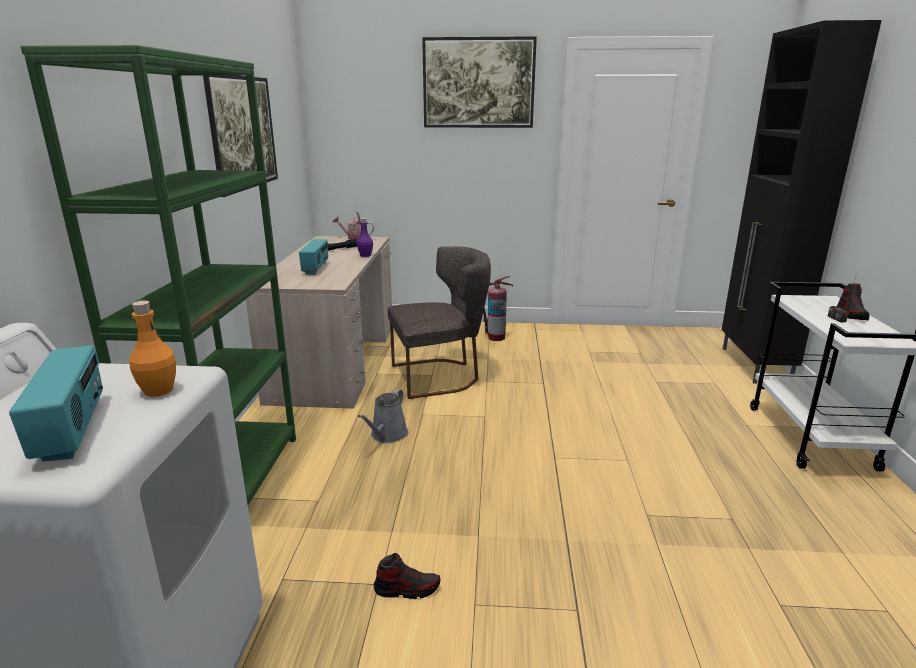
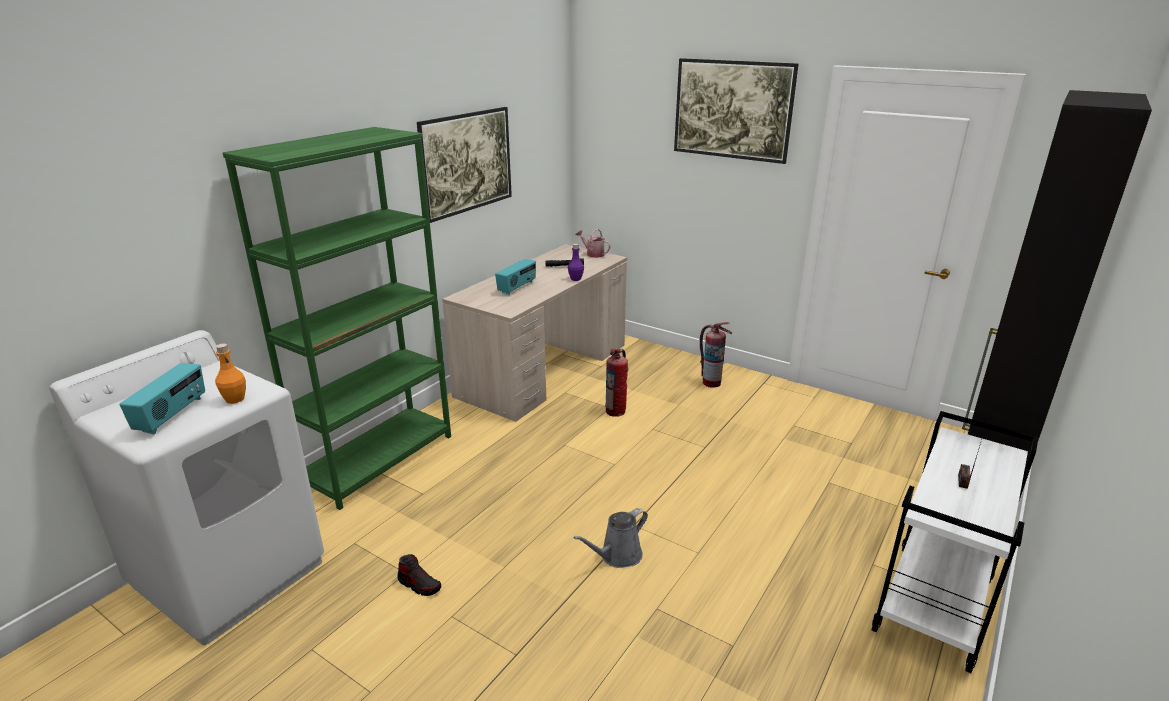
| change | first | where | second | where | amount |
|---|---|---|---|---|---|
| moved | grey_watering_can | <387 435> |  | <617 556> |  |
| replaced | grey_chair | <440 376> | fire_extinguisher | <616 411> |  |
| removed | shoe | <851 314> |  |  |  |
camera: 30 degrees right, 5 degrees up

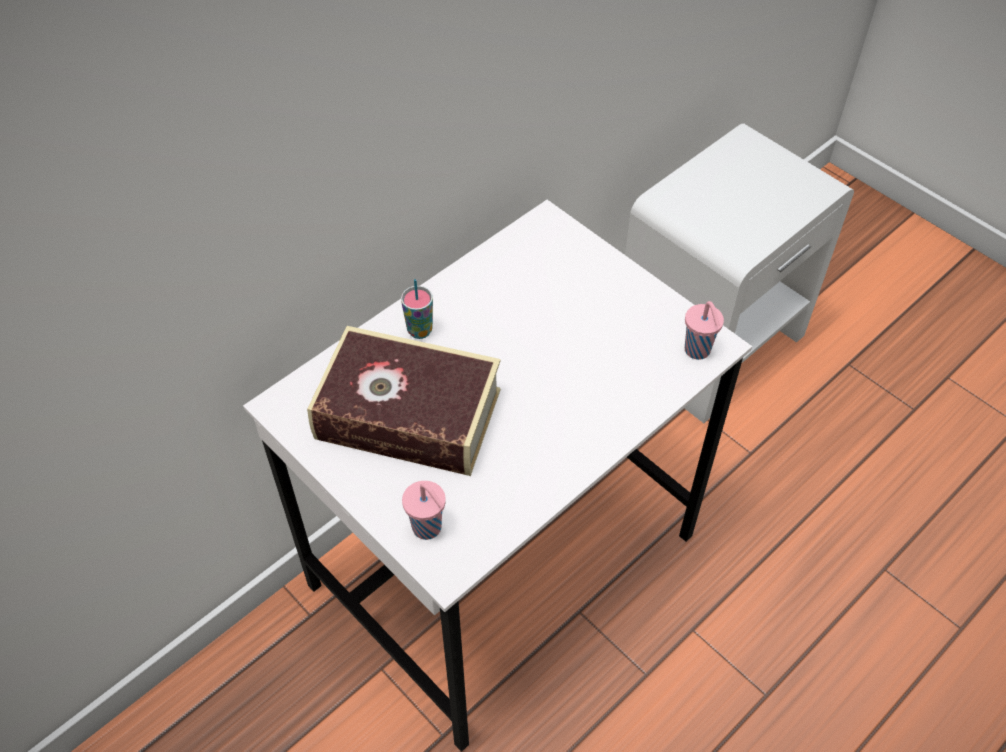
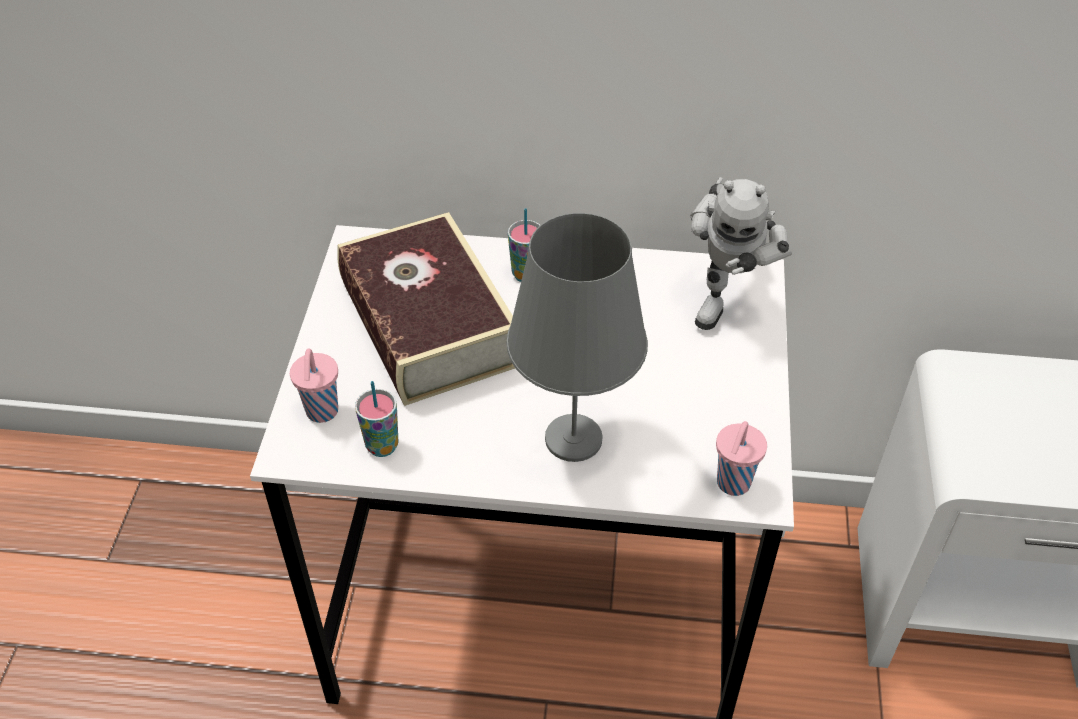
| change | first | where | second | where | amount |
|---|---|---|---|---|---|
| added |  |  | cup | <382 446> |  |
| added |  |  | grey_table_lamp | <574 438> |  |
| added |  |  | toy_robot | <727 298> |  |
camera: 50 degrees right, 5 degrees down

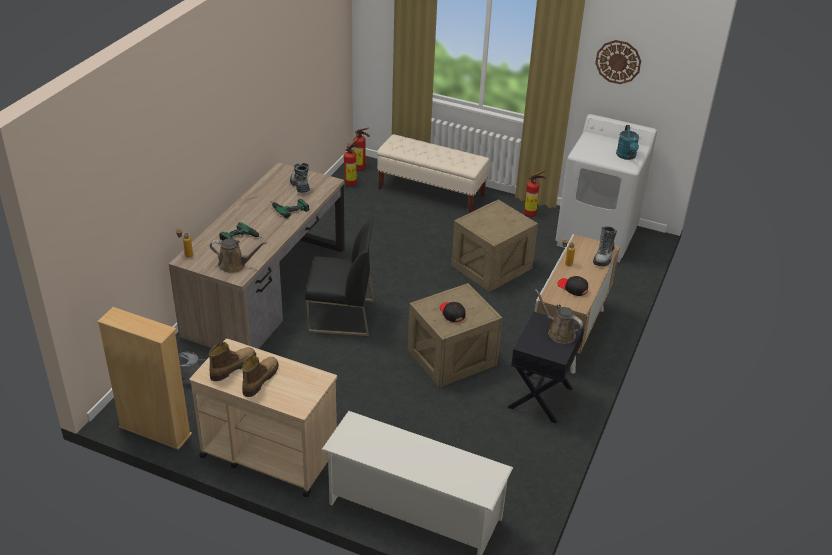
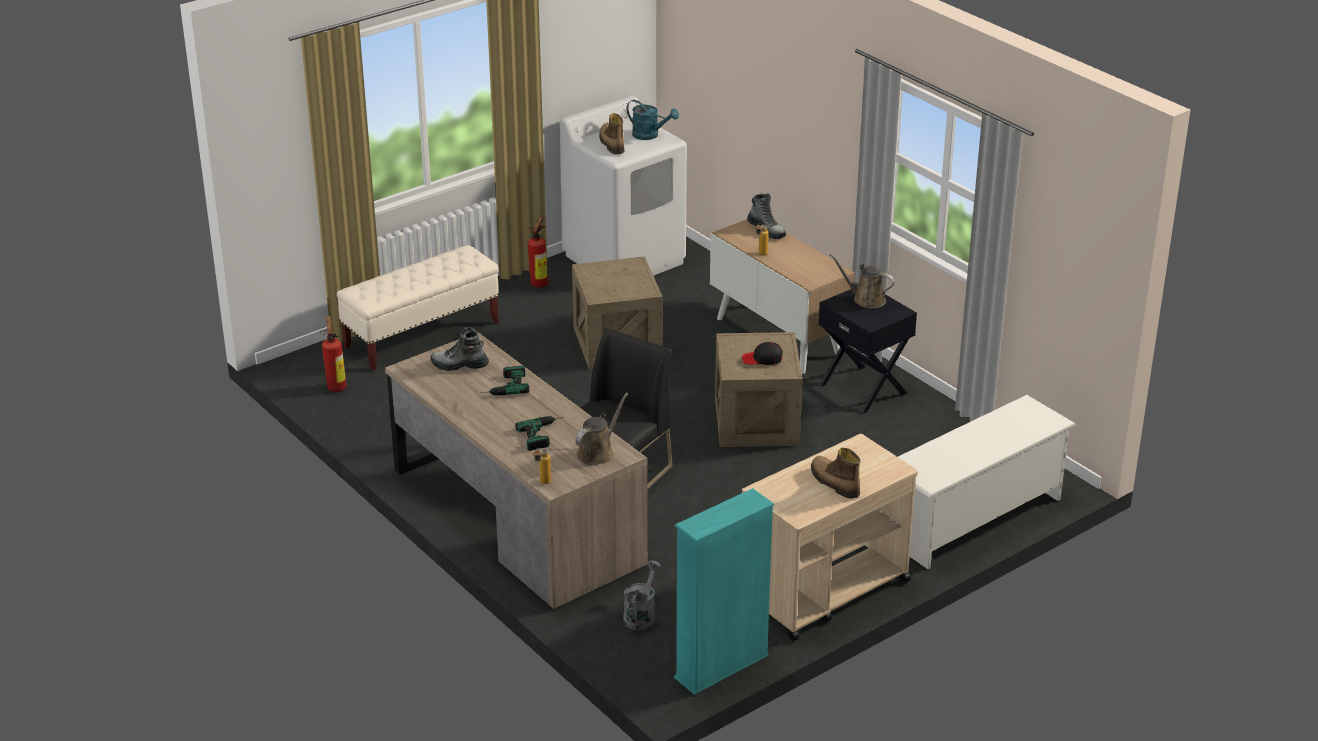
| change | first | where | second | where | amount |
|---|---|---|---|---|---|
| recoloured | beige_bookcase | <155 431> | turquoise_bookcase | <721 667> |  |
| moved | boot | <232 367> |  | <611 144> |  |
| removed | fire_extinguisher | <361 169> |  |  |  |
| turned | brown_watering_can | <559 333> |  | <866 299> | 45 degrees clockwise |
| removed | black_cap | <572 288> |  |  |  |
| removed | wall_clock | <618 62> |  |  |  |
camera: 60 degrees left, 5 degrees down

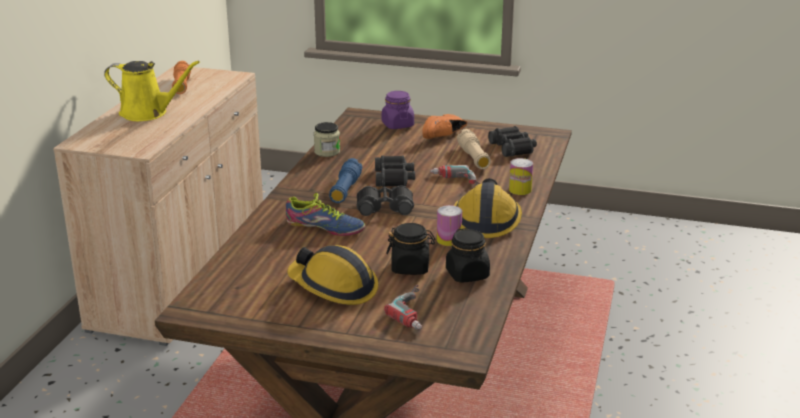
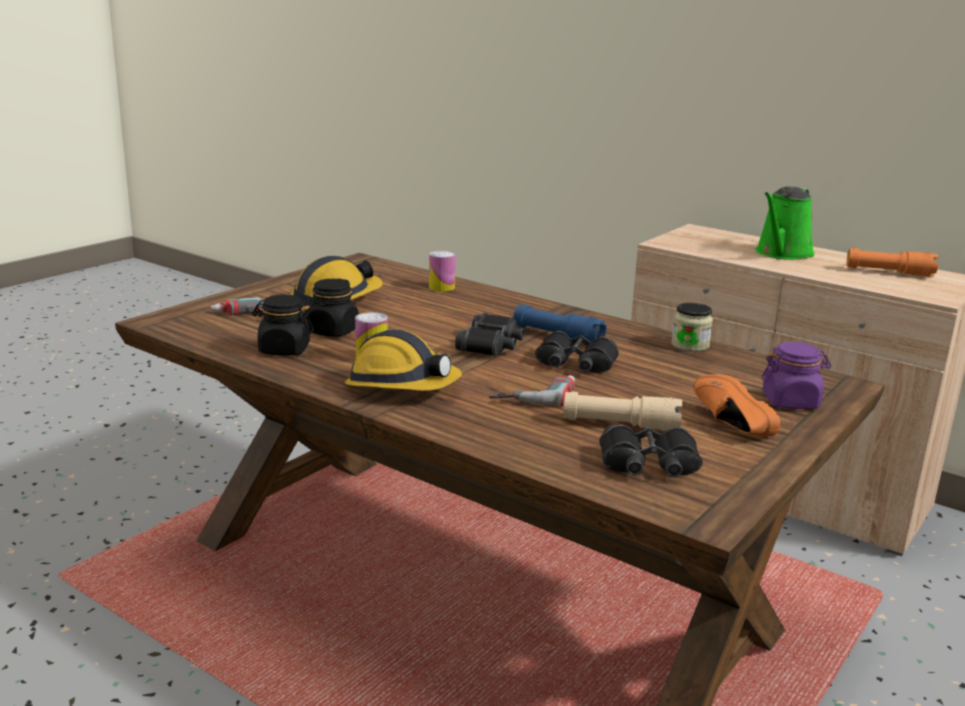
| change | first | where | second | where | amount |
|---|---|---|---|---|---|
| recoloured | yellow_watering_can | <148 113> | green_watering_can | <782 253> |  |
| removed | shoe | <325 227> |  |  |  |
| moved | can | <520 190> |  | <441 287> |  |
camera: 110 degrees right, 5 degrees down

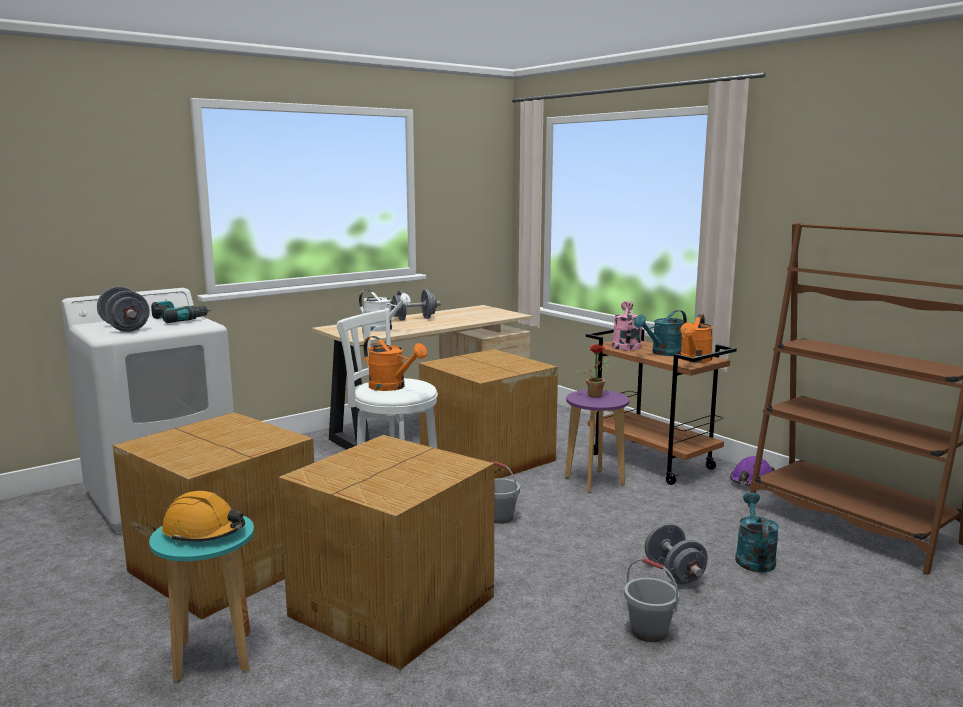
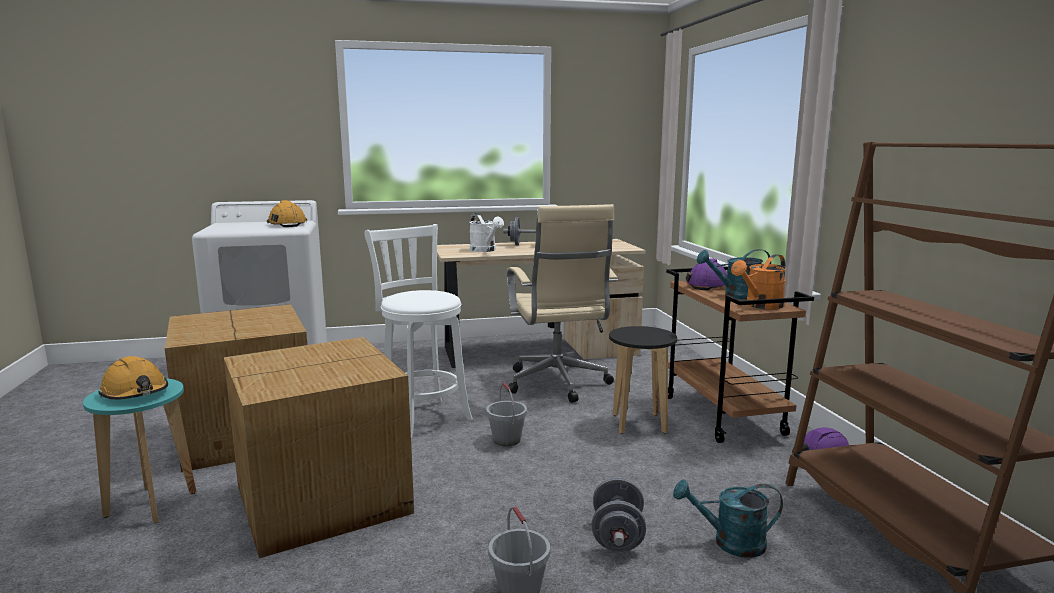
| change | first | where | second | where | amount |
|---|---|---|---|---|---|
| removed | grey_dumbbell | <125 328> |  |  |  |
| replaced | power_drill | <179 319> | orange_hard_hat | <287 224> |  |
| removed | orange_watering_can | <392 387> |  |  |  |
| replaced | cardboard_box | <487 459> | beige_office_chair | <558 385> |  |
| recoloured | purple_stool | <594 481> | black_stool | <639 424> |  |
| removed | potted_plant | <595 395> |  |  |  |
| replaced | pink_watering_can | <626 345> | purple_hard_hat | <708 285> |  |
| turned | turquoise_watering_can | <753 558> |  | <730 543> | 120 degrees counterclockwise |
camera: 25 degrees right, 0 degrees up

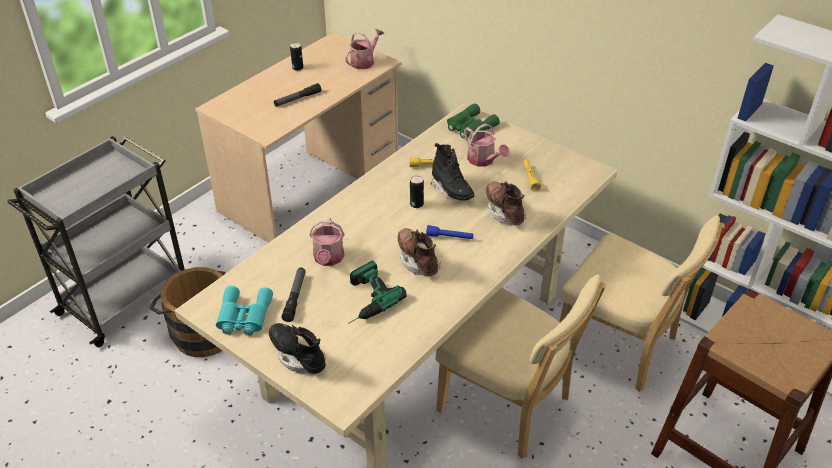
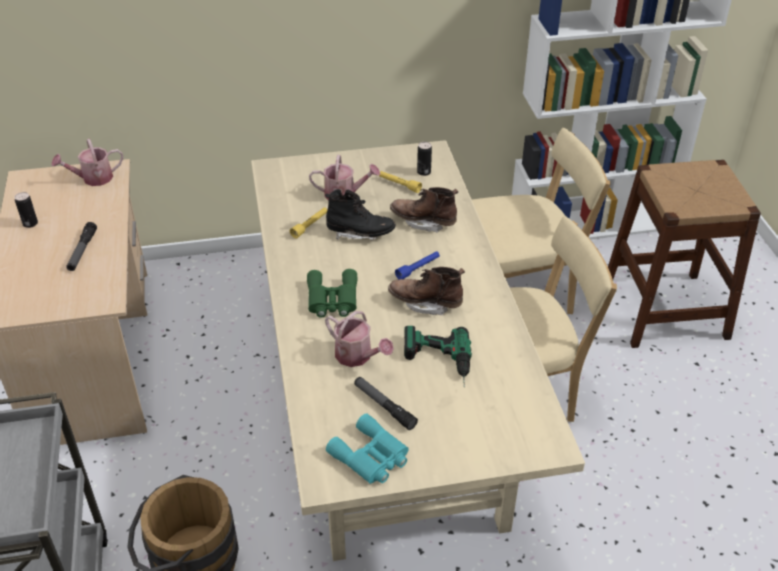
| change | first | where | second | where | amount |
|---|---|---|---|---|---|
| removed | black_boot | <298 356> |  |  |  |
| turned | watering_can | <364 61> |  | <93 178> | 105 degrees counterclockwise |
| moved | can | <416 204> |  | <424 172> |  |
| moved | green_binoculars | <470 127> |  | <332 299> |  |
camera: 50 degrees left, 0 degrees up

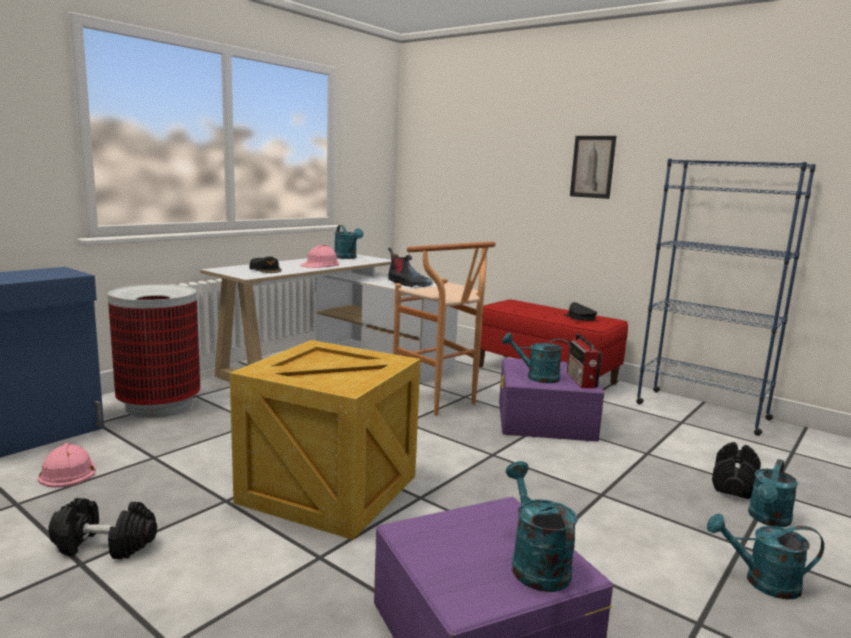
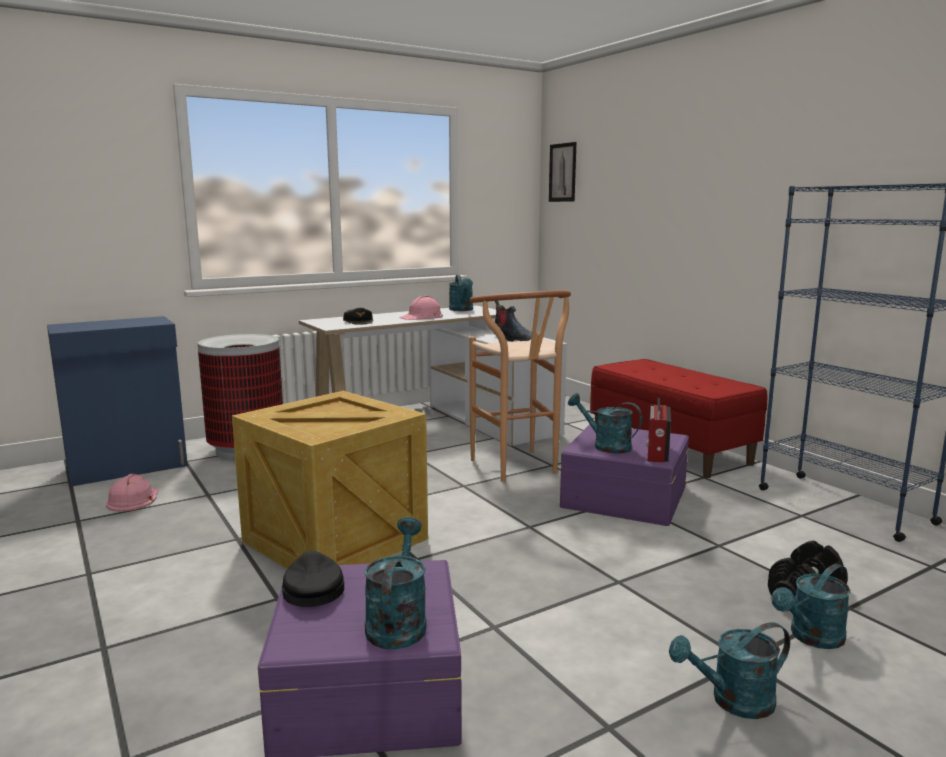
| change | first | where | second | where | amount |
|---|---|---|---|---|---|
| removed | black_dumbbell | <104 545> |  |  |  |
| moved | black_cap | <579 317> |  | <312 589> |  |
| moved | picture | <592 167> |  | <562 172> |  |
| turned | turquoise_watering_can | <762 582> |  | <733 702> | 45 degrees counterclockwise |
camera: 20 degrees right, 0 degrees up

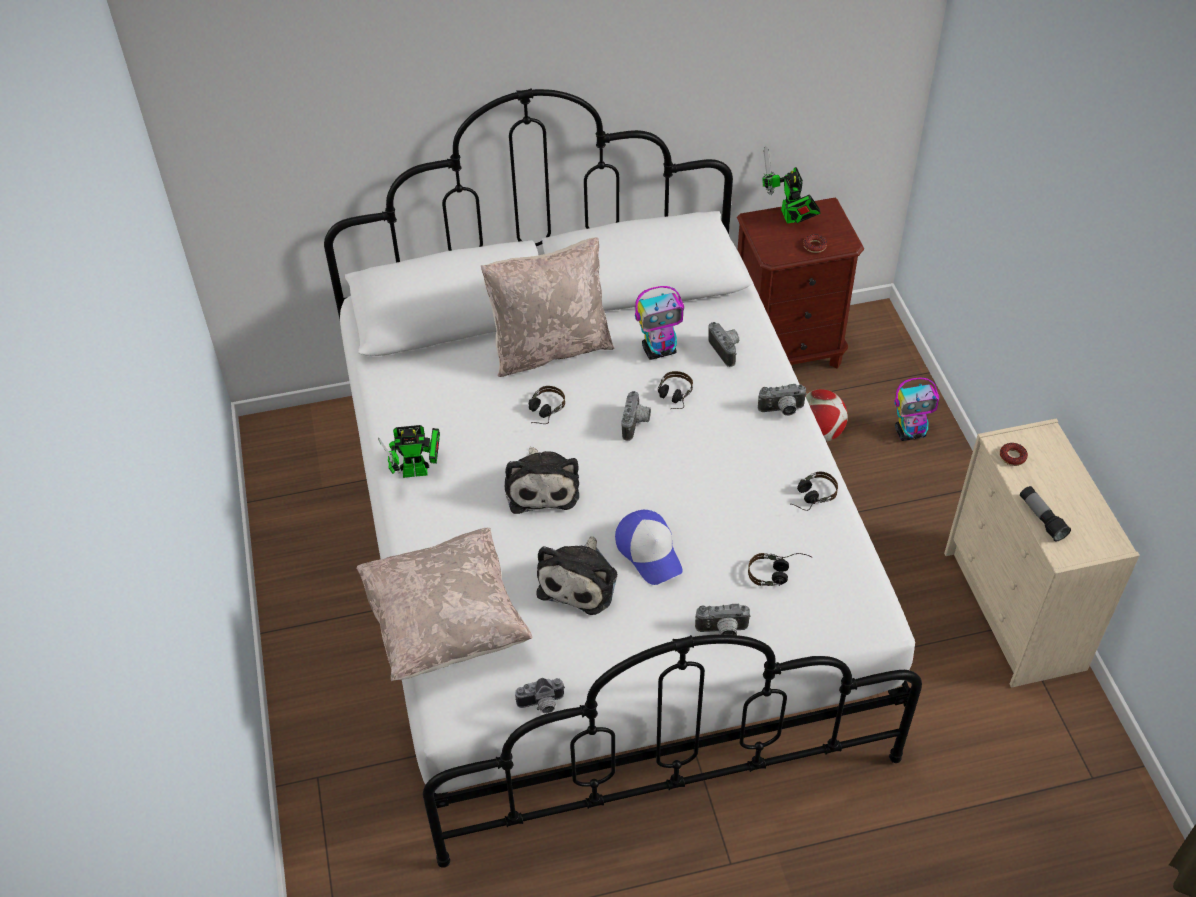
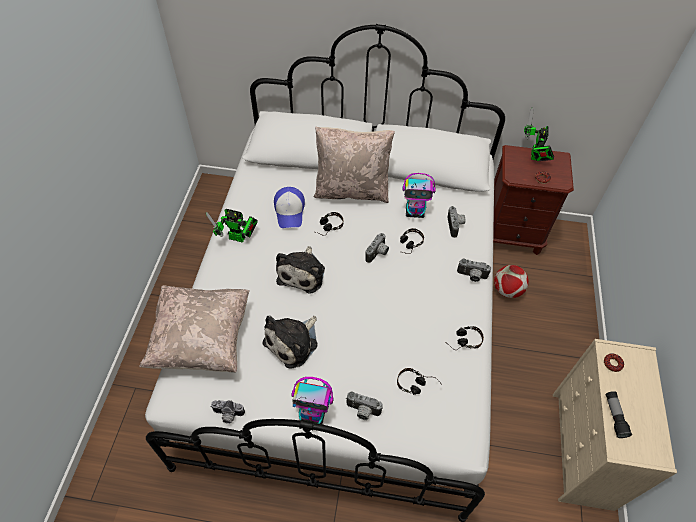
| change | first | where | second | where | amount |
|---|---|---|---|---|---|
| moved | cap | <649 552> |  | <290 211> |  |
| moved | toy_robot | <910 432> |  | <313 415> |  |
camera: 20 degrees right, 5 degrees up

